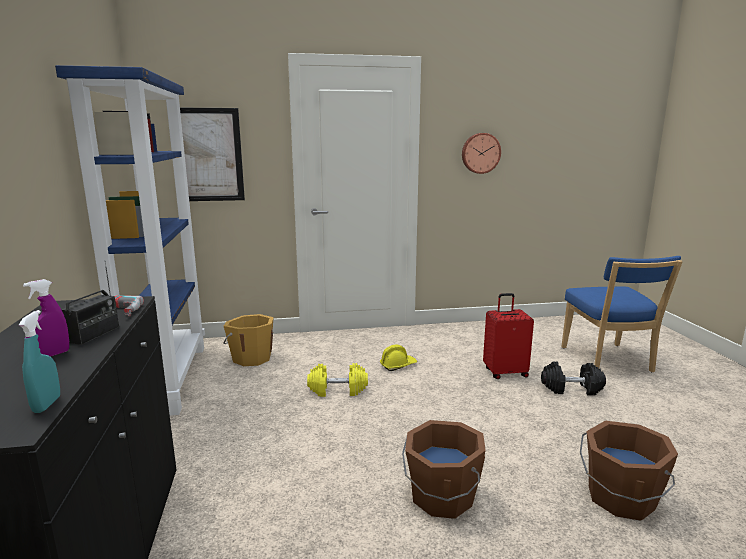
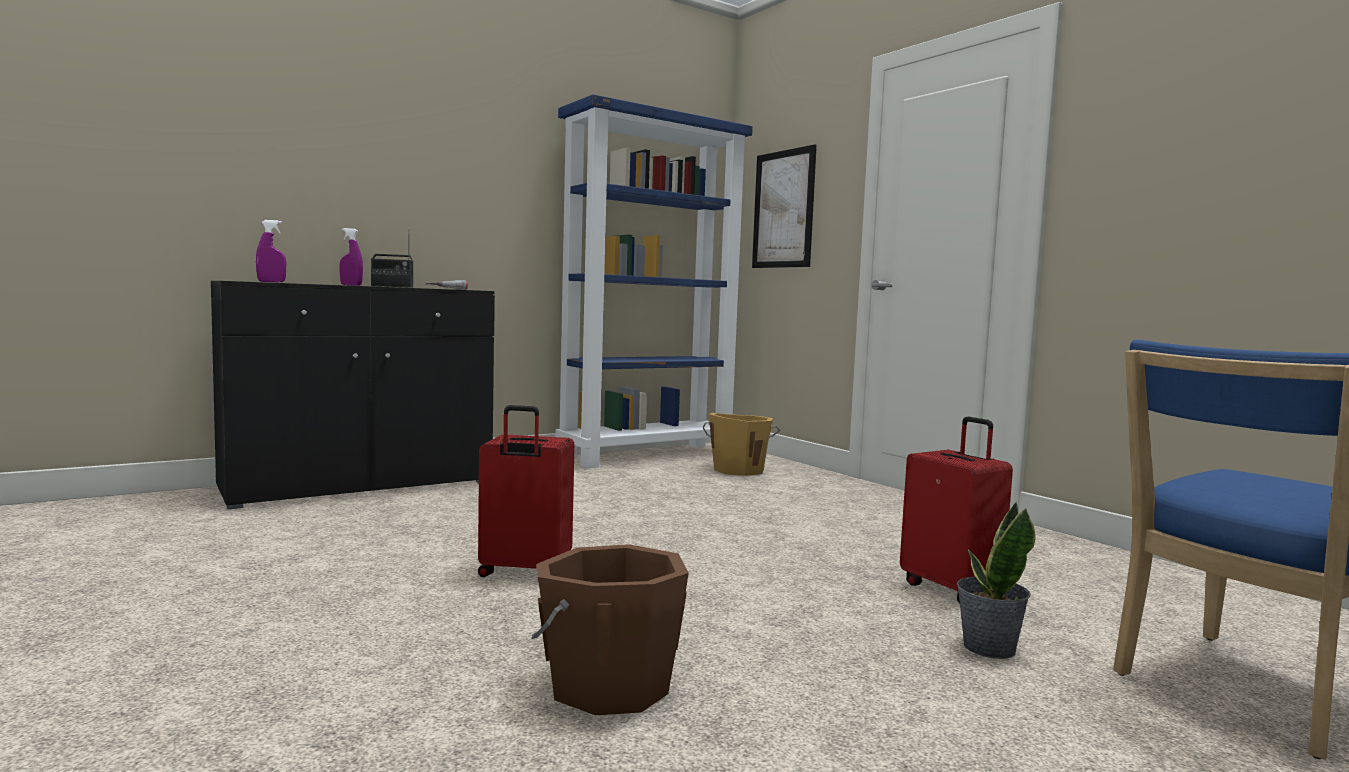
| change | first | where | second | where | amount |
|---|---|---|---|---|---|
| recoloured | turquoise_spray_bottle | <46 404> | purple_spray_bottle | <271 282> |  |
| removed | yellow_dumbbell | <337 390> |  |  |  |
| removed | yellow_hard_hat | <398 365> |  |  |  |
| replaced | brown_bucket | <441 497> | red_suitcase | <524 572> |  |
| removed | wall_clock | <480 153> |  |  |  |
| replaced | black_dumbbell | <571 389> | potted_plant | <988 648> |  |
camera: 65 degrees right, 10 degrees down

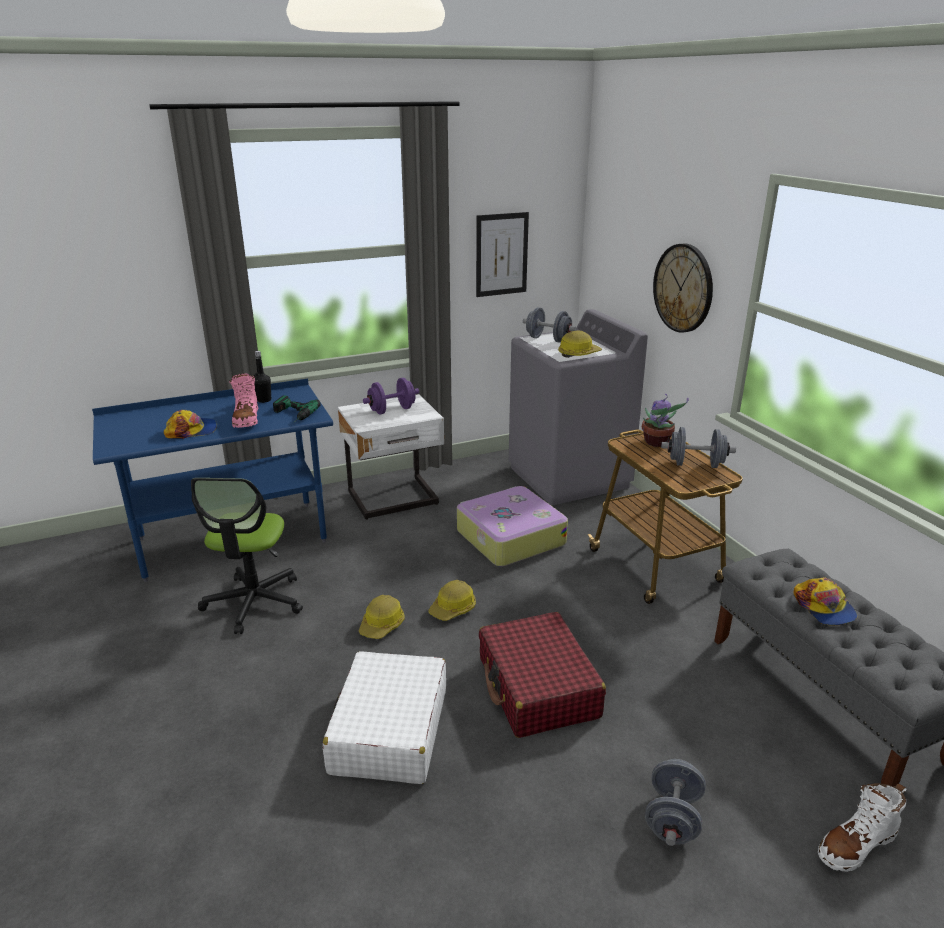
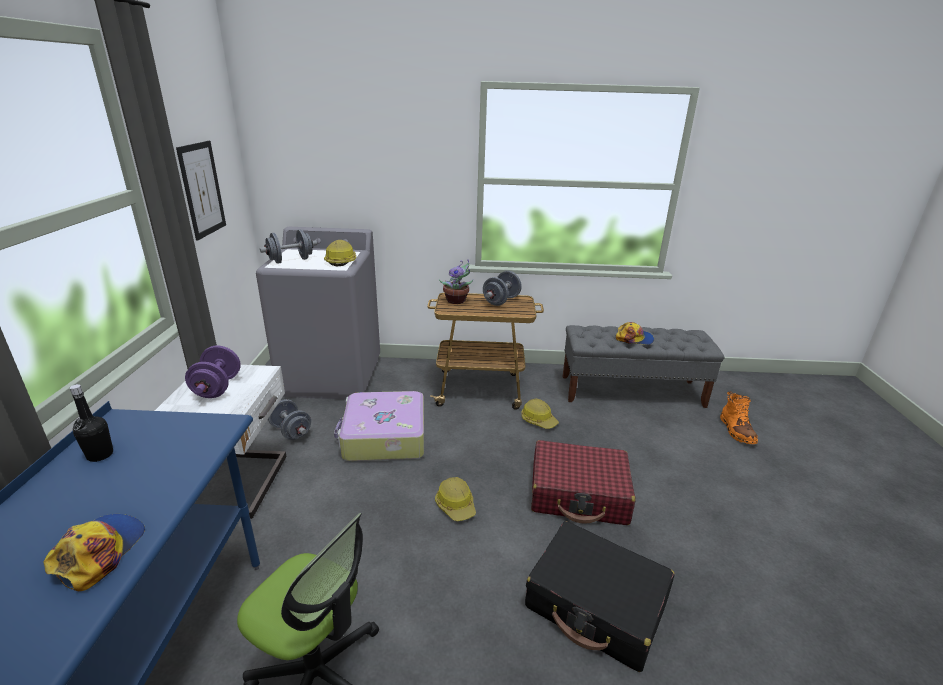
| change | first | where | second | where | amount |
|---|---|---|---|---|---|
| removed | pink_boot | <246 419> |  |  |  |
| removed | power_drill | <291 415> |  |  |  |
| recoloured | white_suitcase | <389 731> | black_suitcase | <596 604> |  |
| moved | hard_hat | <382 625> |  | <538 420> |  |
| moved | grey_dumbbell | <672 818> |  | <291 432> |  |
| removed | wall_clock | <683 288> |  |  |  |
| recoloured | white_boot | <856 845> | orange_boot | <736 430> |  |
camera: 65 degrees left, 0 degrees up

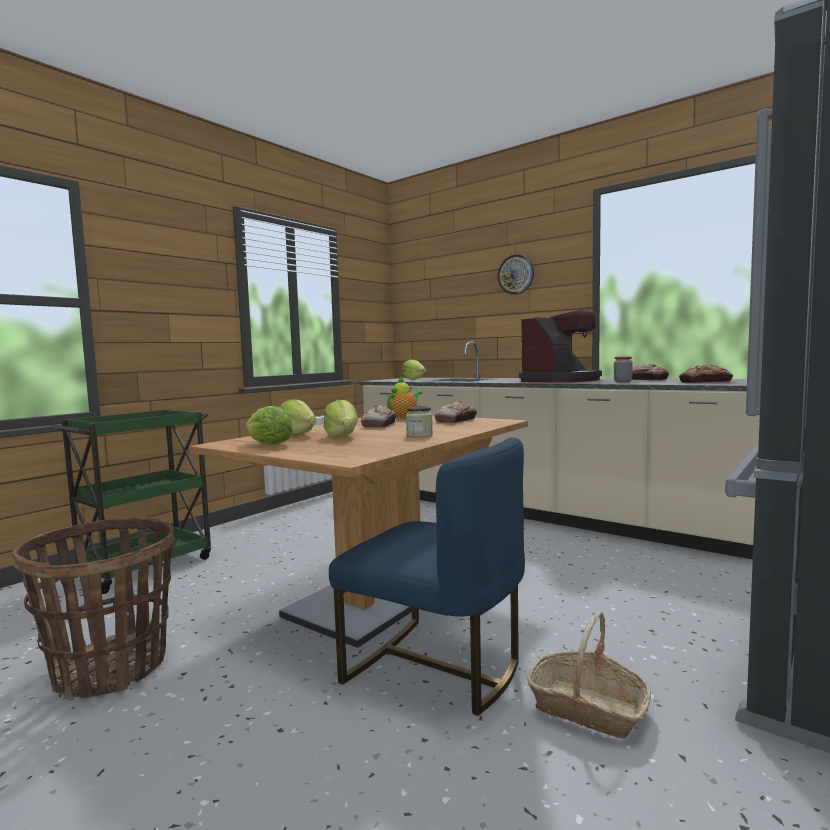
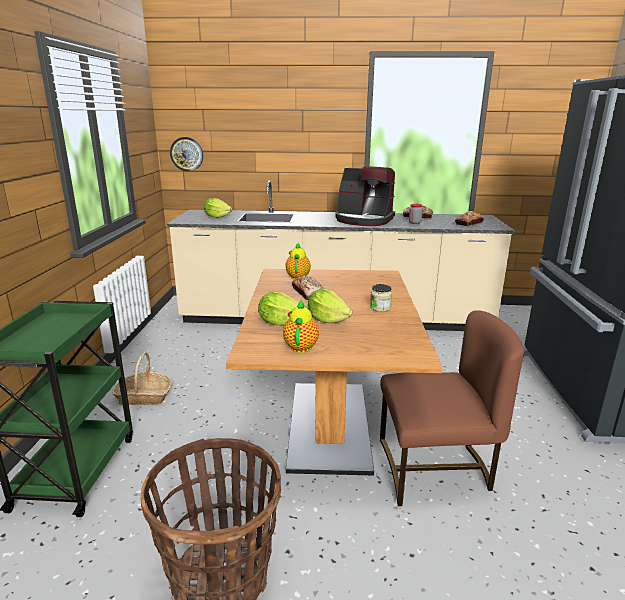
| change | first | where | second | where | amount |
|---|---|---|---|---|---|
| replaced | lettuce | <269 445> | teapot | <301 346> |  |
| recoloured | blue_chair | <436 667> | brown_chair | <435 469> |  |
| removed | bread | <456 420> |  |  |  |
| moved | wall_clock | <516 274> |  | <186 154> |  |
| turned | coffee_machine | <561 380> |  | <364 220> | 105 degrees clockwise |
| moved | basket | <587 707> |  | <144 396> |  |
camera: 35 degrees left, 15 degrees up

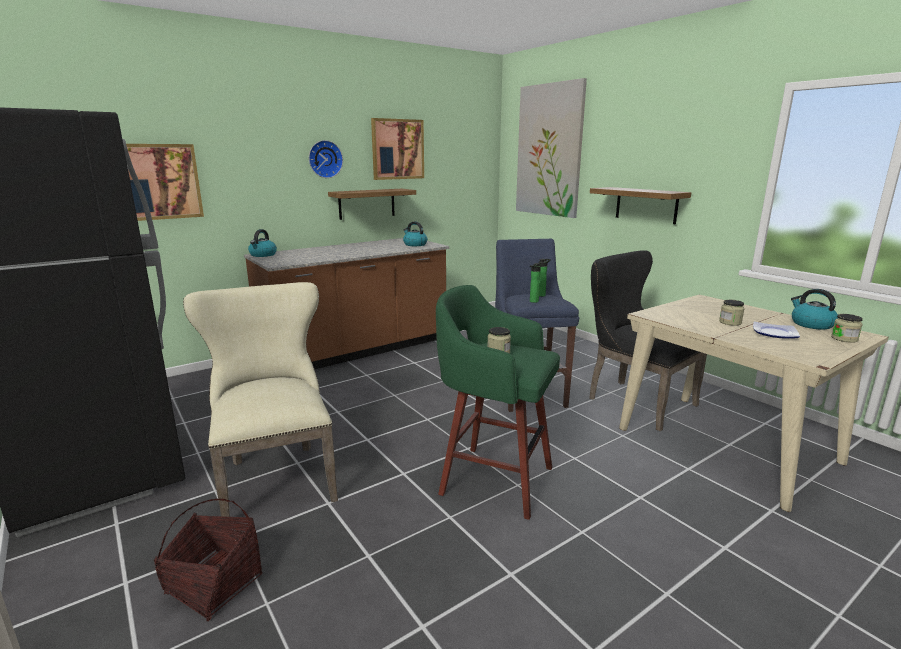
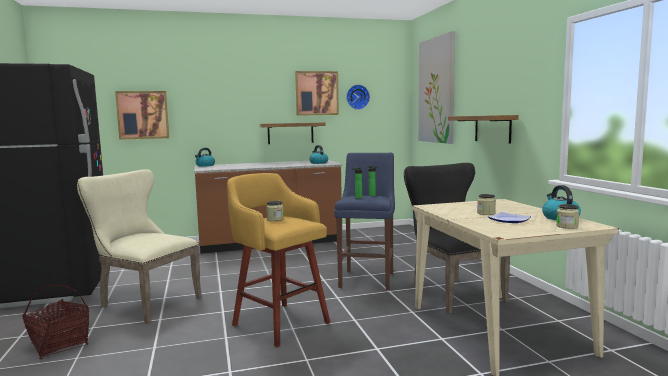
| change | first | where | second | where | amount |
|---|---|---|---|---|---|
| turned | beige_chair | <276 476> |  | <144 302> | 60 degrees counterclockwise |
| moved | wall_clock | <324 159> |  | <357 97> |  |
| recoloured | green_stool | <493 479> | yellow_stool | <279 323> |  |
camera: 20 degrees right, 10 degrees down

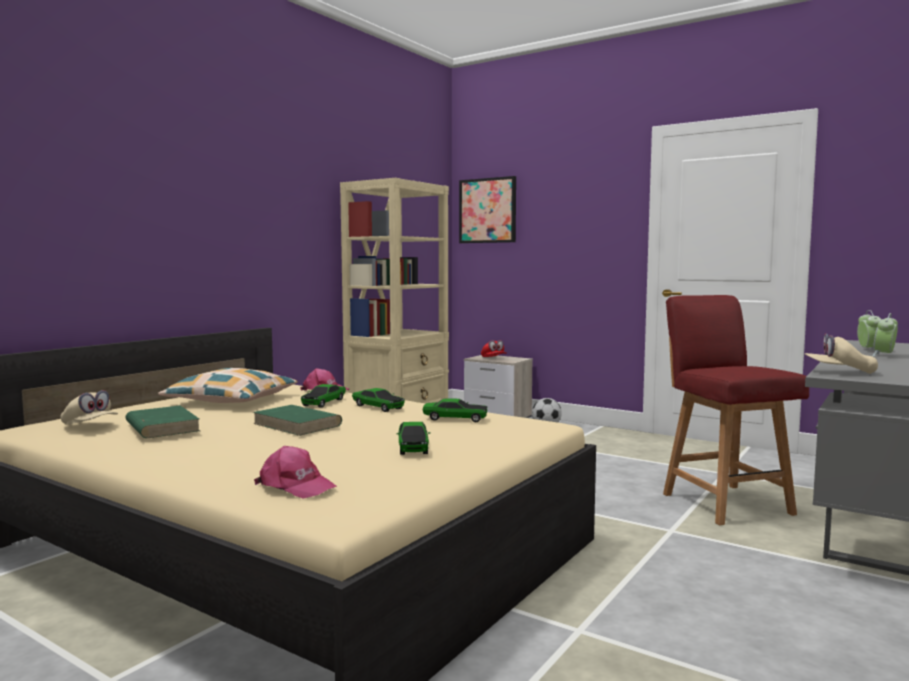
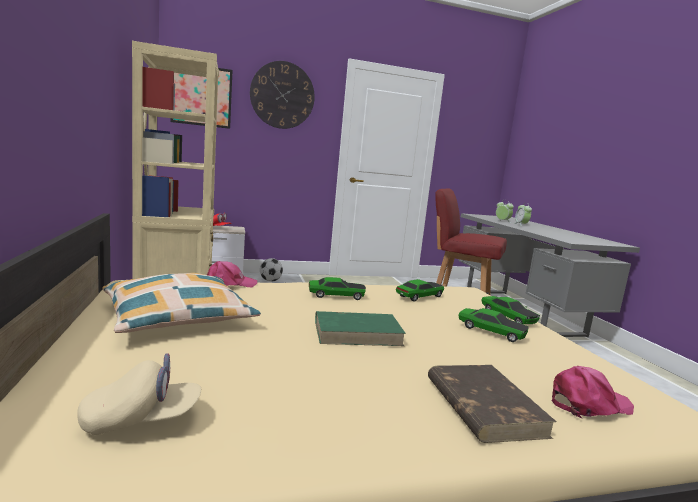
| change | first | where | second | where | amount |
|---|---|---|---|---|---|
| removed | green_book | <162 427> |  |  |  |
| moved | toy_car | <324 402> |  | <508 317> |  |
| removed | beige_cap | <839 372> |  |  |  |
| added |  |  | wall_clock | <282 95> |  |
| added |  |  | brown_book | <483 406> |  |
camera: 50 degrees left, 5 degrees up

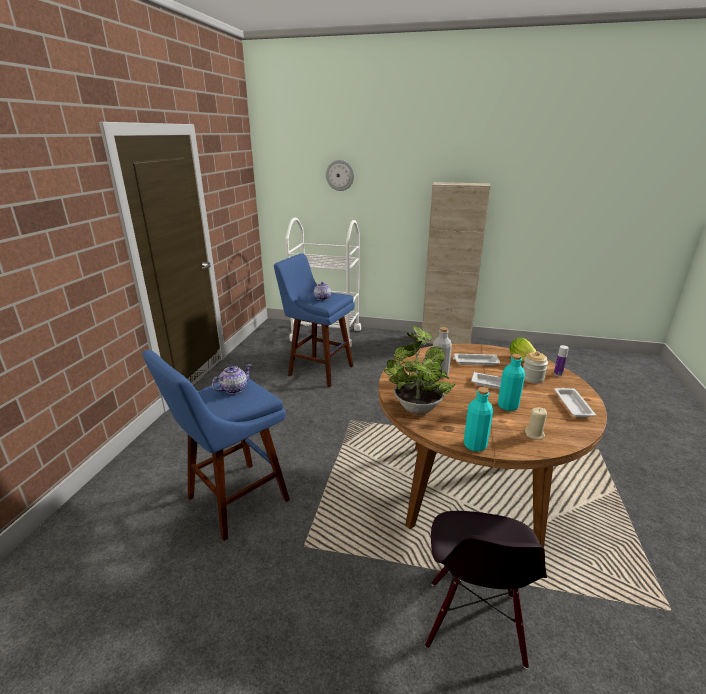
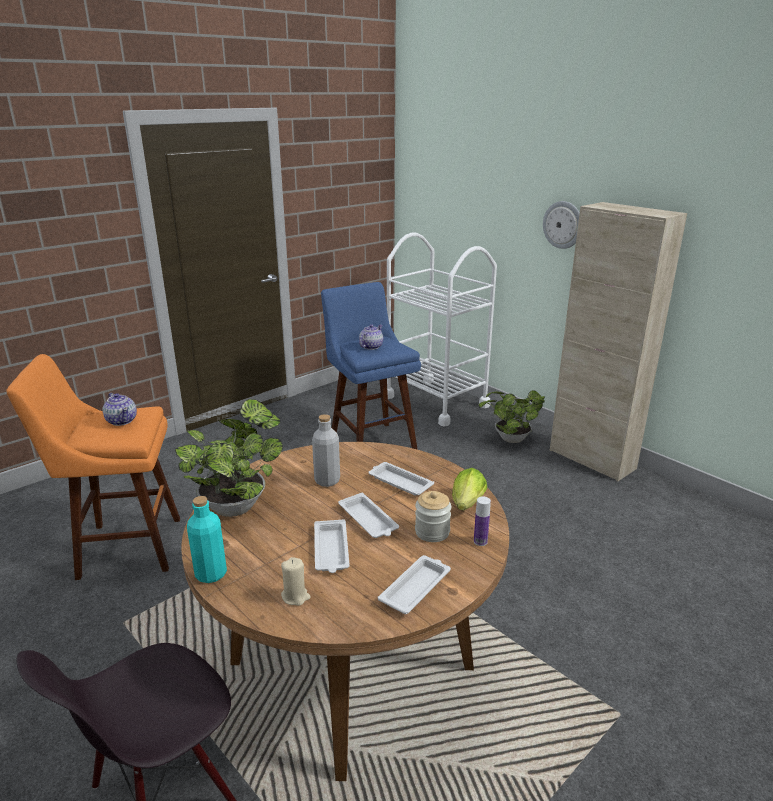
| change | first | where | second | where | amount |
|---|---|---|---|---|---|
| recoloured | blue_stool | <233 501> | orange_stool | <124 548> |  |
| turned | teapot | <233 389> |  | <122 420> | 60 degrees clockwise |
| moved | wall_clock | <340 175> |  | <563 225> |  |
| replaced | turquoise_bottle | <507 406> | white_tray | <331 550> |  |
| added |  |  | potted_plant | <509 439> |  |
camera: 35 degrees right, 0 degrees up

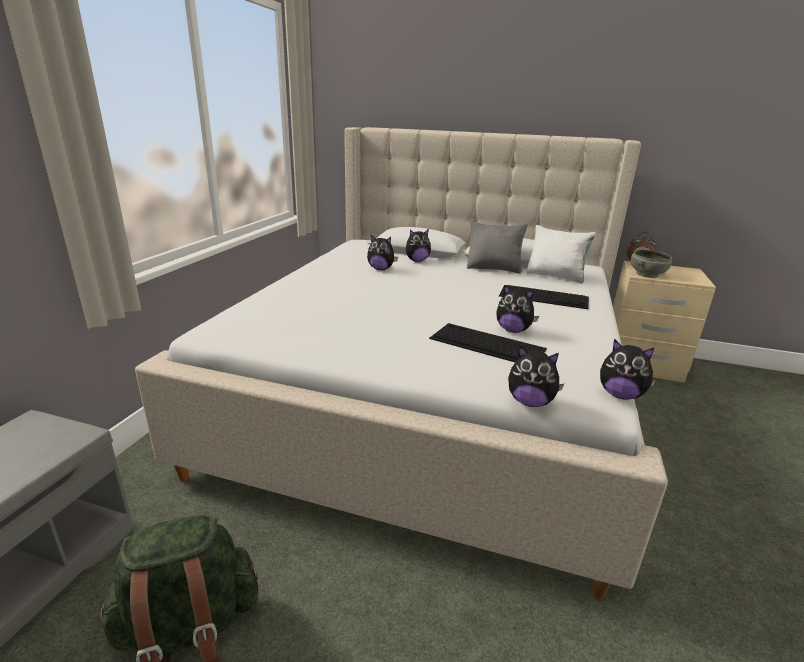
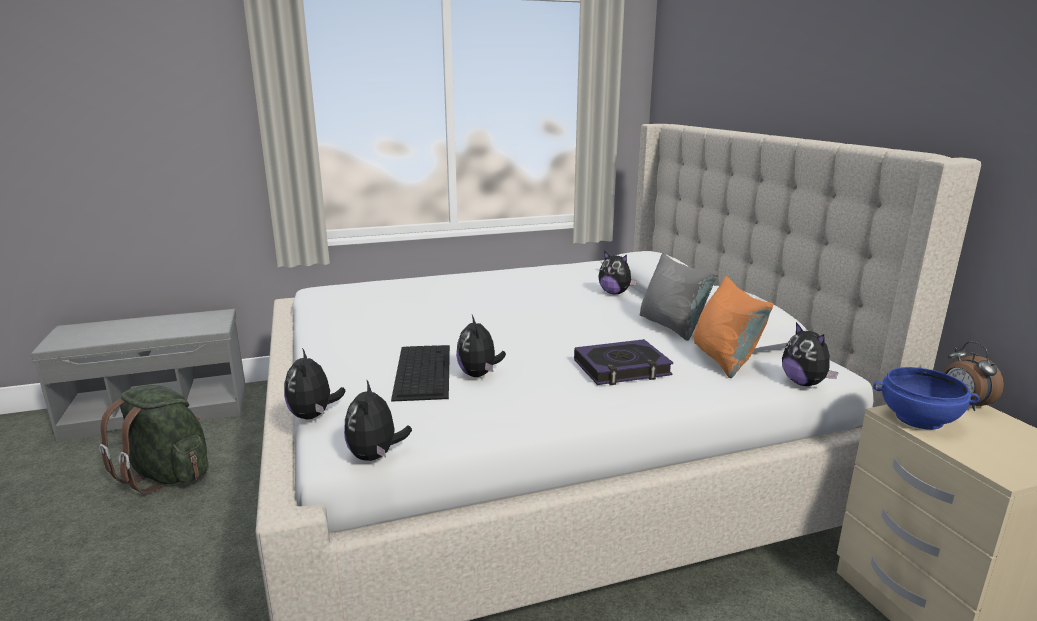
| change | first | where | second | where | amount |
|---|---|---|---|---|---|
| moved | plush_toy | <381 269> |  | <804 383> |  |
| replaced | keyboard | <544 296> | book | <622 368> |  |
| recoloured | white_pillow | <555 276> | orange_pillow | <724 360> |  |
| recoloured | grey_bowl | <647 274> | blue_bowl | <918 419> |  |
camera: 55 degrees right, 5 degrees down

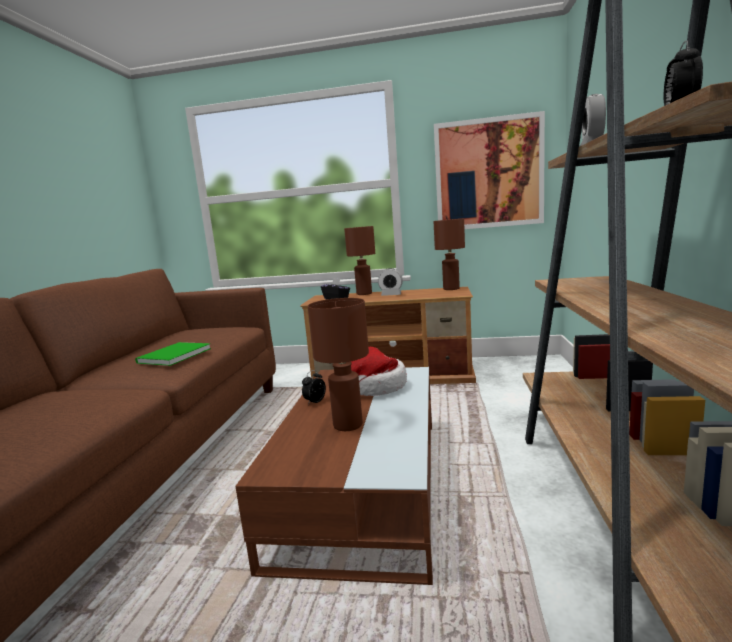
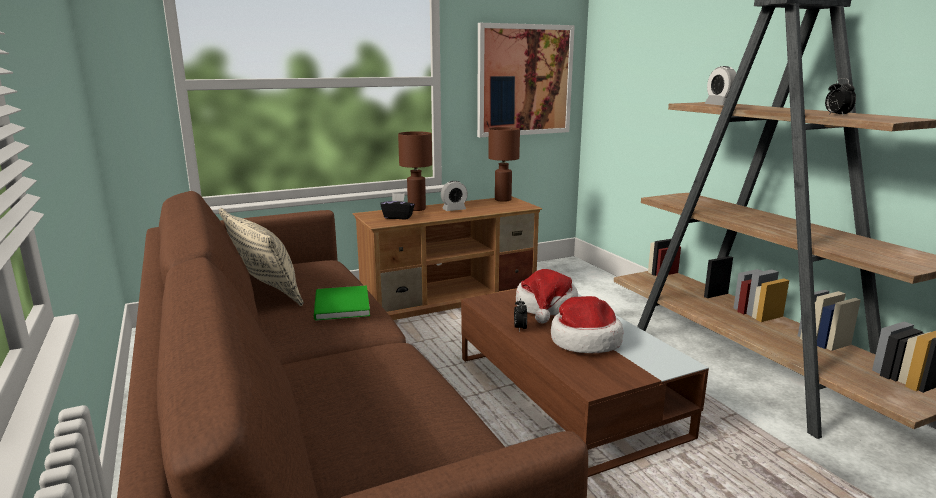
| change | first | where | second | where | amount |
|---|---|---|---|---|---|
| replaced | brown_table_lamp | <347 425> | hat | <584 341> |  |
| added |  |  | beige_pillow | <264 288> |  |
camera: 35 degrees left, 5 degrees up

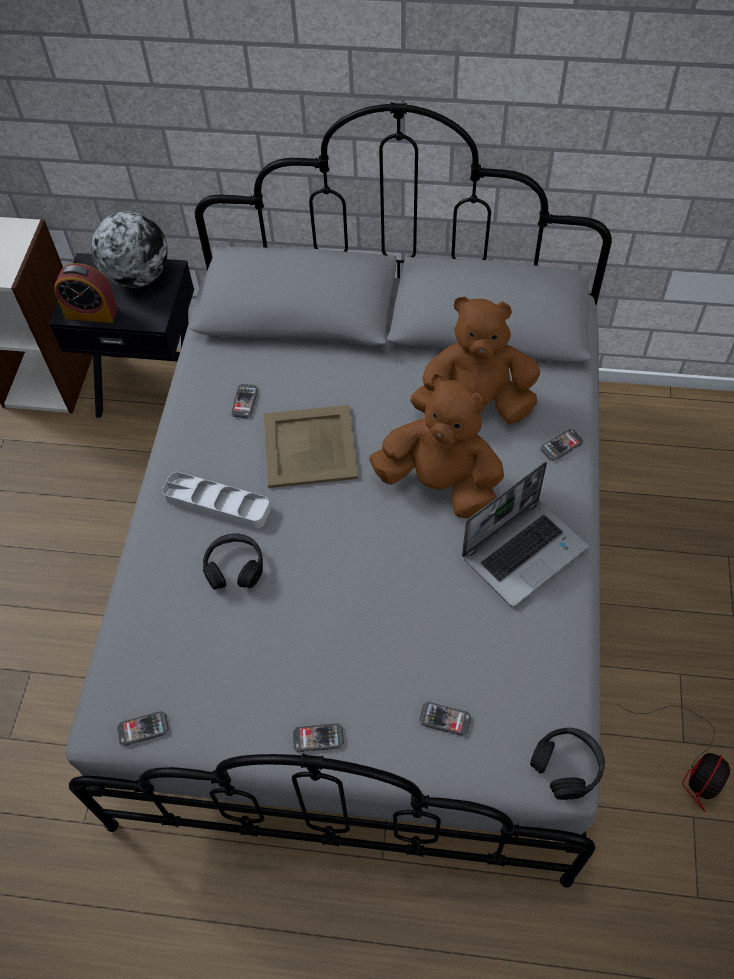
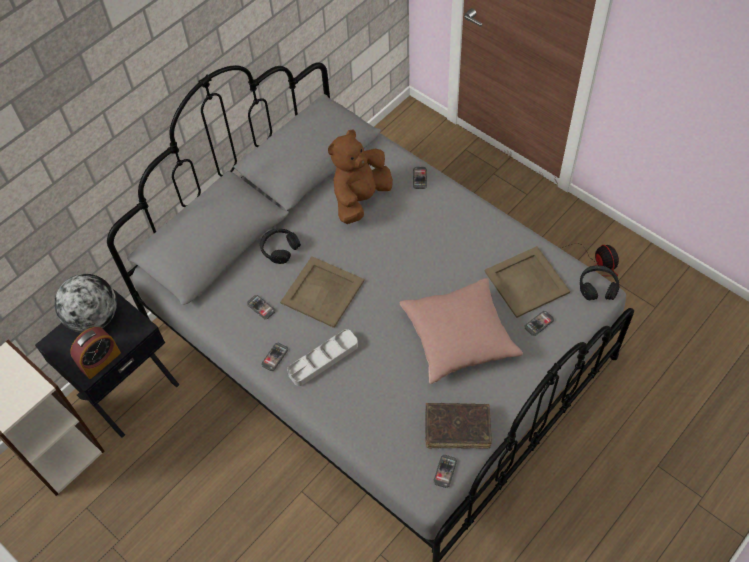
| change | first | where | second | where | amount |
|---|---|---|---|---|---|
| moved | black_headphones | <234 567> |  | <279 249> |  |
| moved | phone | <318 738> |  | <275 357> |  |
| removed | brown_plush_toy | <440 484> |  |  |  |
| removed | laptop | <524 551> |  |  |  |
| added |  |  | pink_pillow | <459 337> |  |
| added |  |  | brown_book | <457 428> |  |
| added |  |  | beige_tray | <526 282> |  |
camera: 55 degrees left, 0 degrees up

